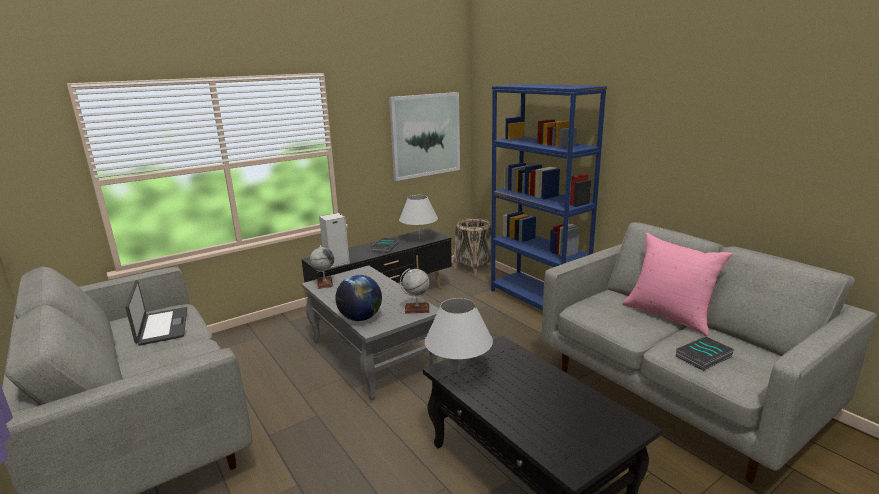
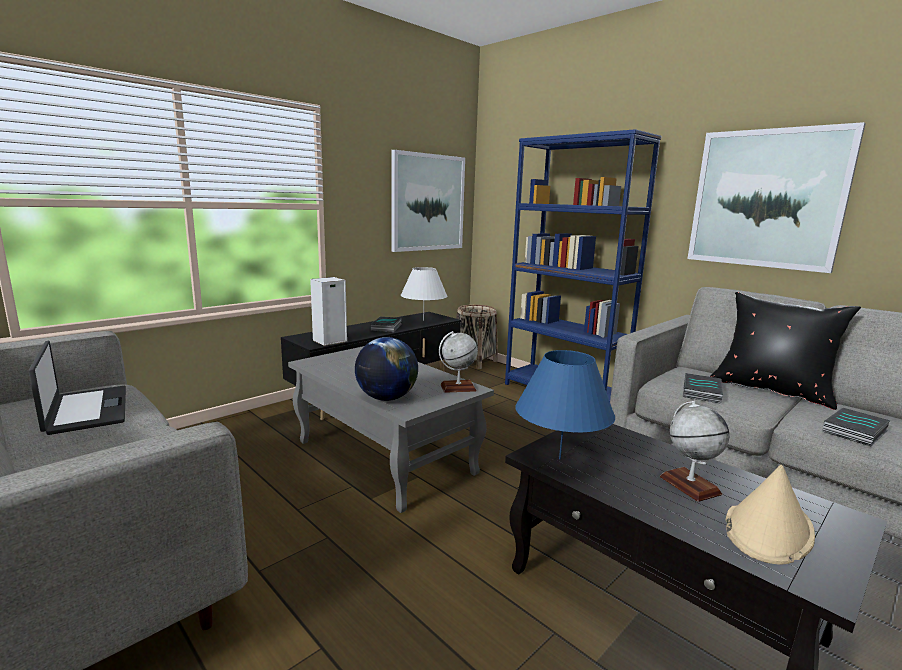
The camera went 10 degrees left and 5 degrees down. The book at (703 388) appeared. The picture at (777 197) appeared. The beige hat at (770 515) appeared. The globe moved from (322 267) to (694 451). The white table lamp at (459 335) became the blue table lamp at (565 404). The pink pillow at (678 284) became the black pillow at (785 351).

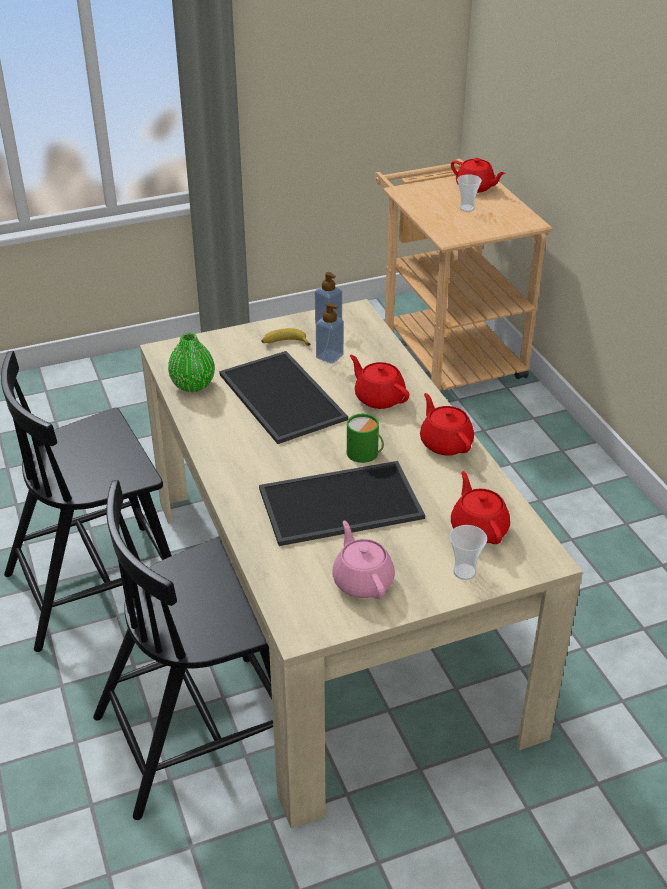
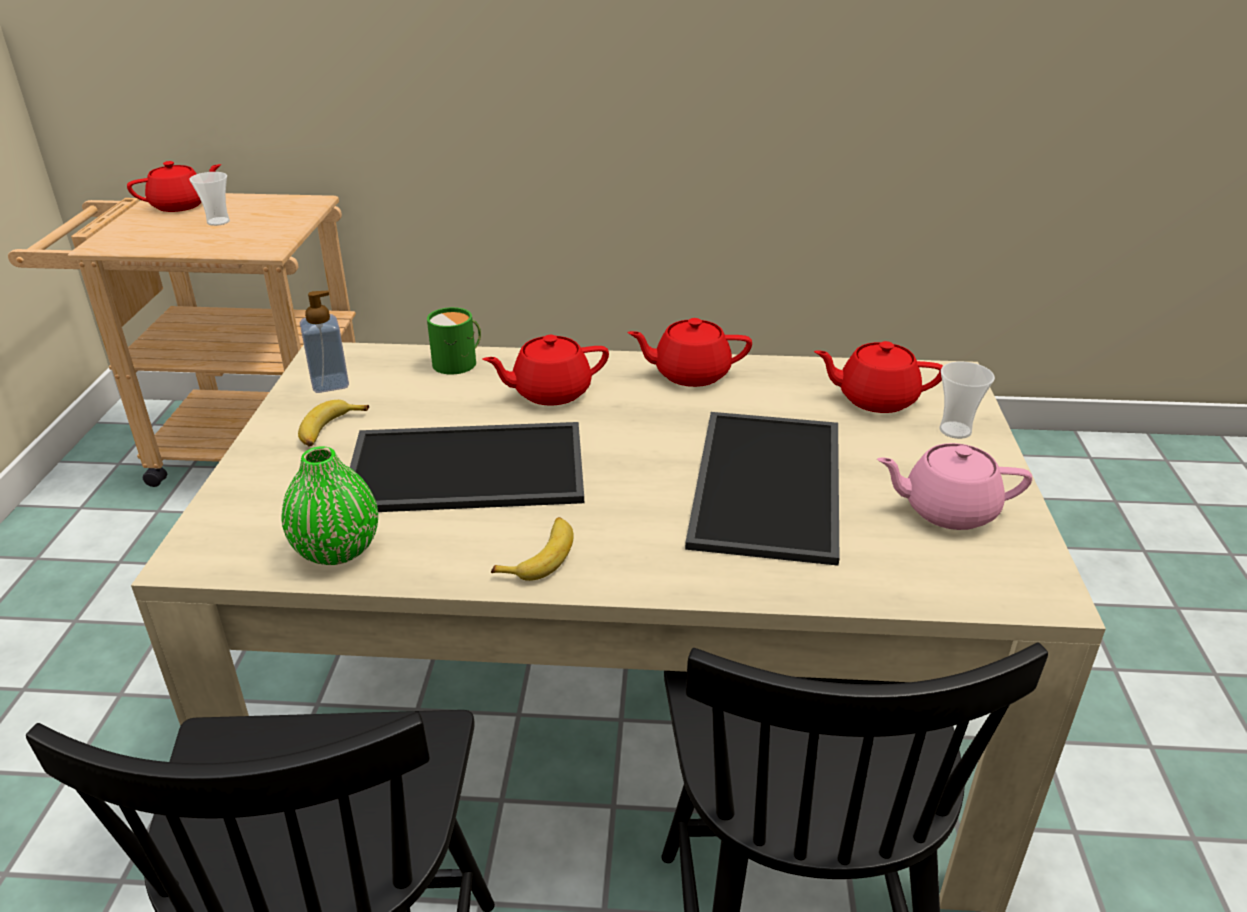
The camera went 65 degrees left and 5 degrees down. The soap dispenser at (330 333) disappeared. The banana at (532 549) appeared. The green mug moved from (365 438) to (454 341).

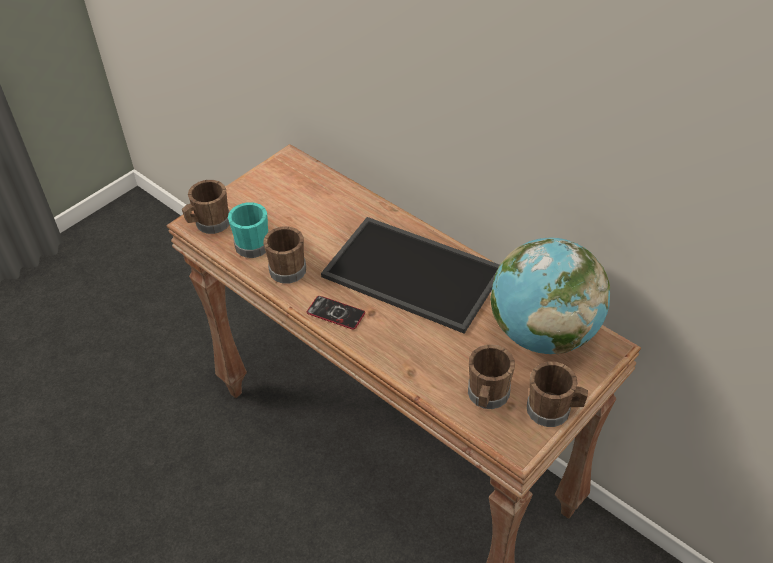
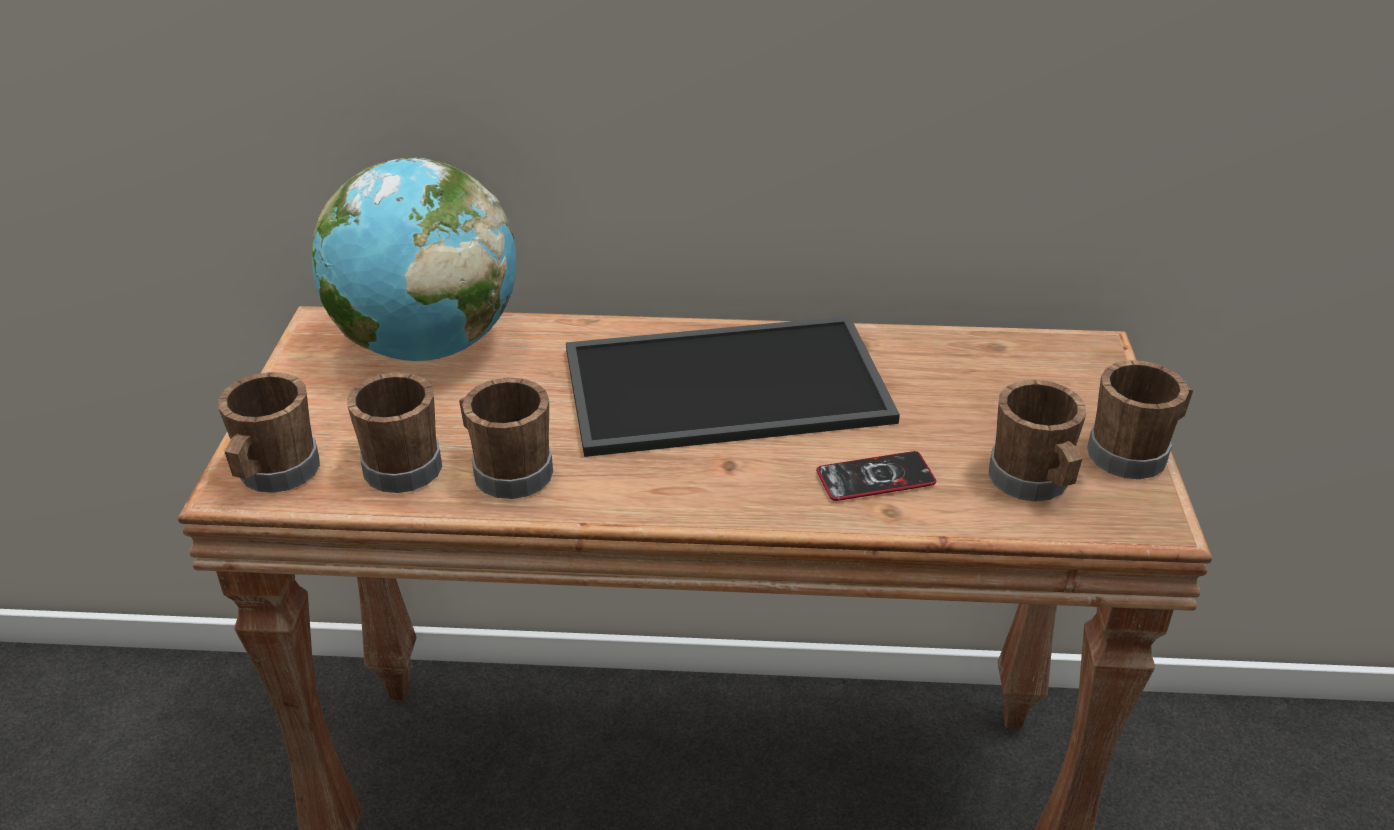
The camera went 40 degrees left and 10 degrees down. The phone moved from (336 313) to (876 476). The globe moved from (550 296) to (414 259). The turquoise mug at (248 230) became the brown mug at (394 432).

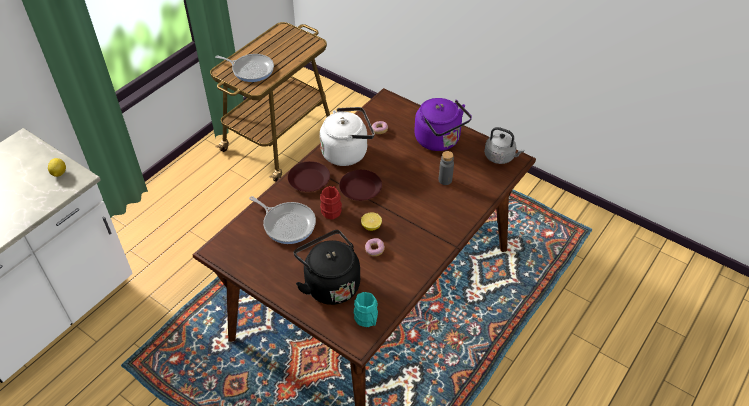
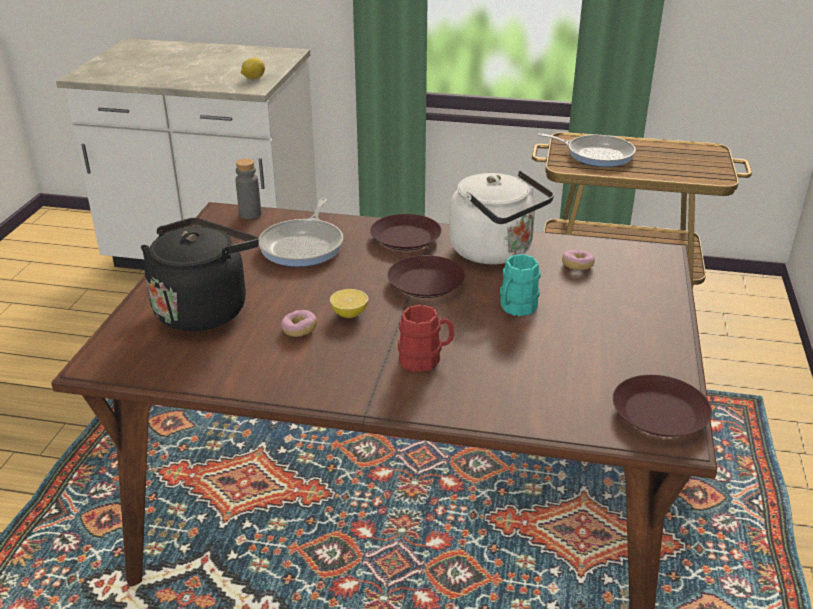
The camera went 65 degrees right and 15 degrees down. The purple kettle at (443 124) disappeared. The red mug moved from (331 203) to (426 338). The turquoise mug moved from (366 309) to (520 285). The grey bottle moved from (446 168) to (248 189). The grey kettle at (504 145) was replaced by the brown plate at (662 406). The frying pan at (244 68) turned 60 degrees counterclockwise.

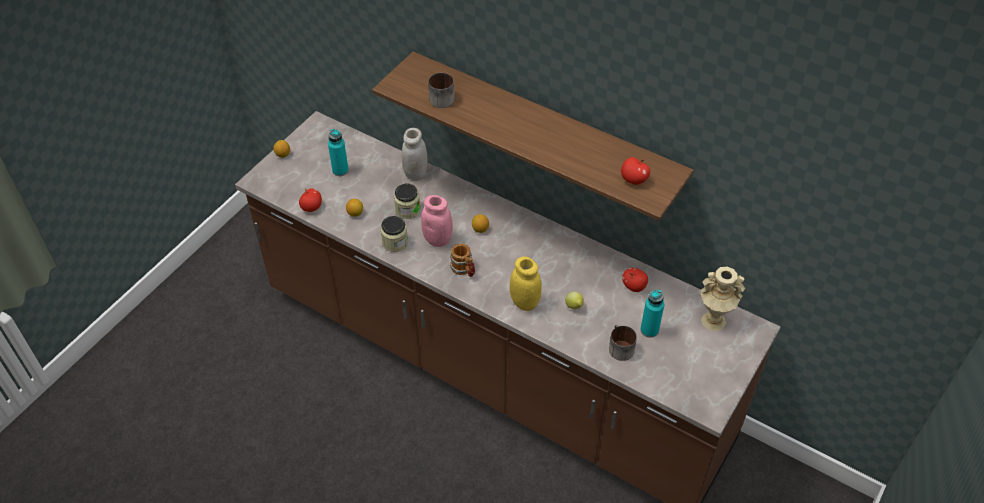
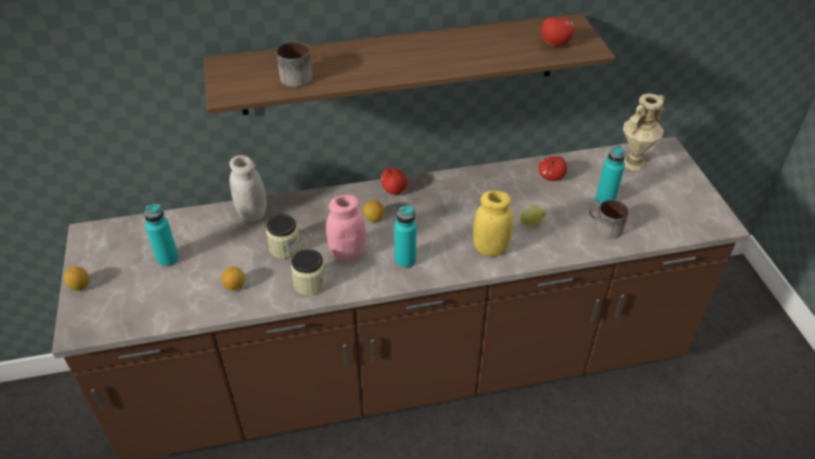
The camera went 45 degrees left and 5 degrees down. The apple moved from (310 200) to (394 181). The mug at (462 260) was replaced by the turquoise bottle at (405 237).

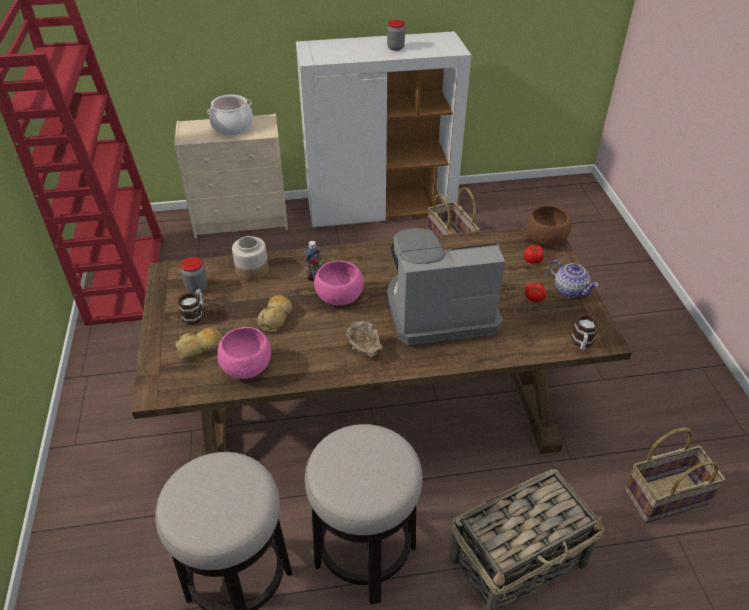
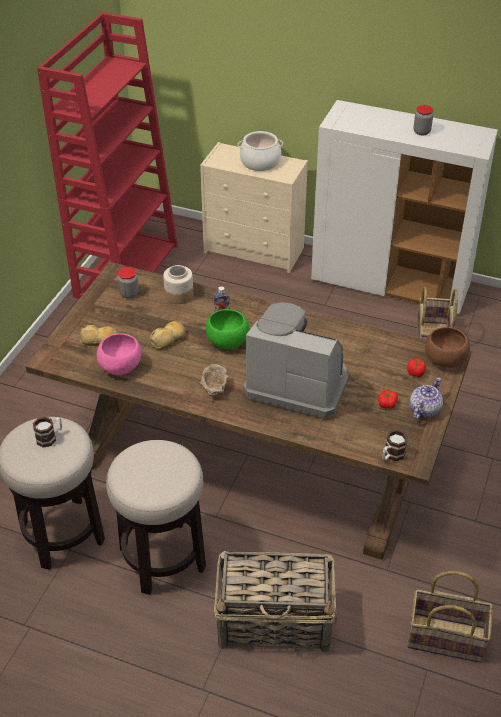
The camera went 30 degrees right and 0 degrees up. The mug moved from (190 307) to (47 432). The pink bowl at (339 282) became the green bowl at (227 329). The teapot at (574 279) turned 135 degrees counterclockwise.

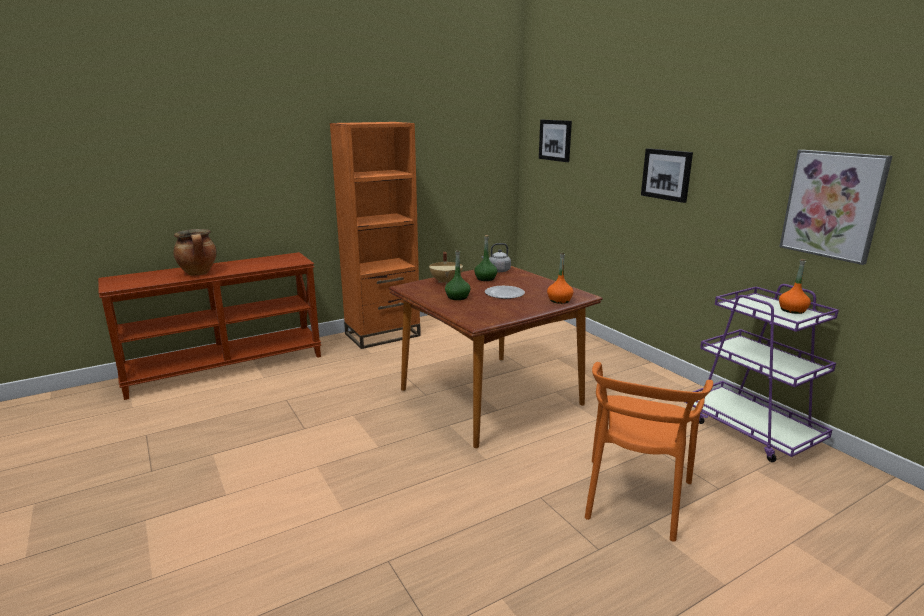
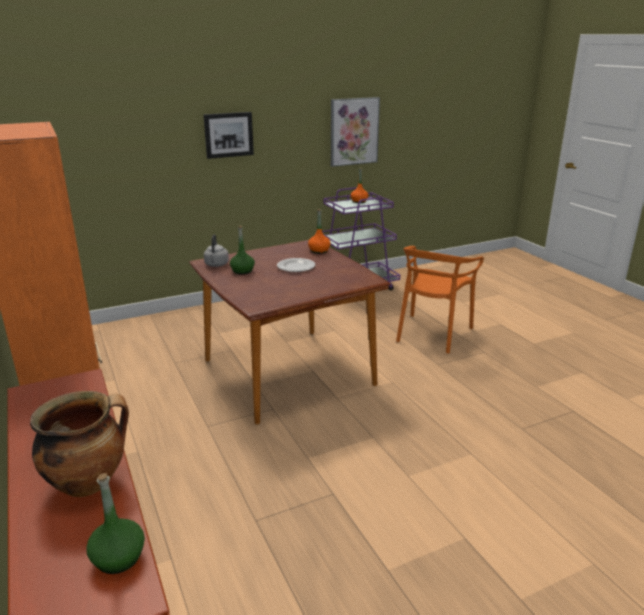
The camera went 85 degrees left and 5 degrees up. The beige cooking pot at (446 268) disappeared. The picture at (555 141) disappeared. The green bottle moved from (457 275) to (115 523). The orange chair at (649 452) turned 90 degrees clockwise.

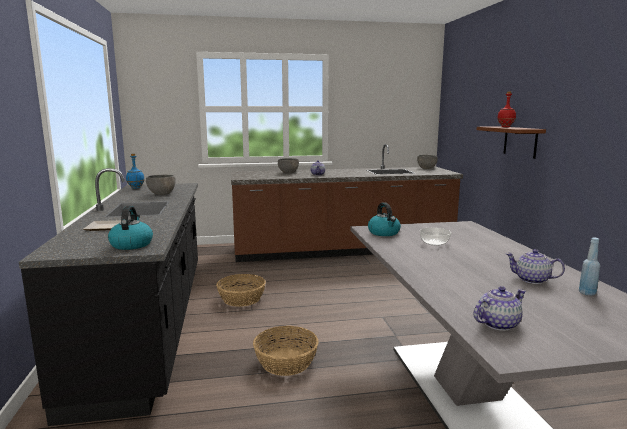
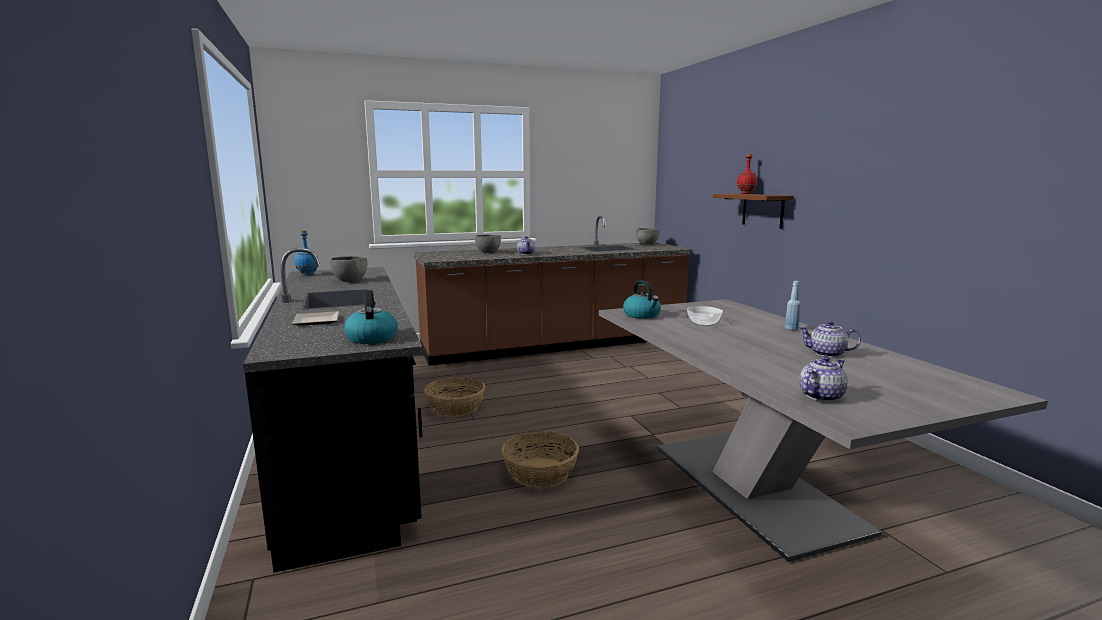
The camera went 10 degrees left and 0 degrees up. The blue bottle moved from (589 267) to (793 305).

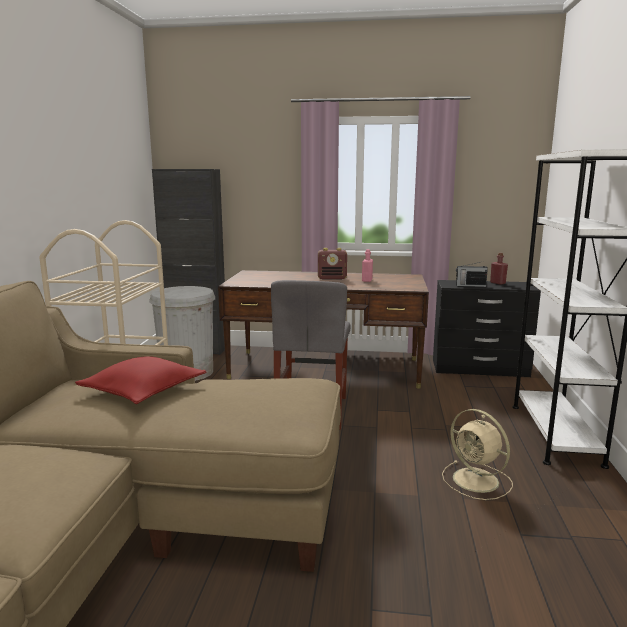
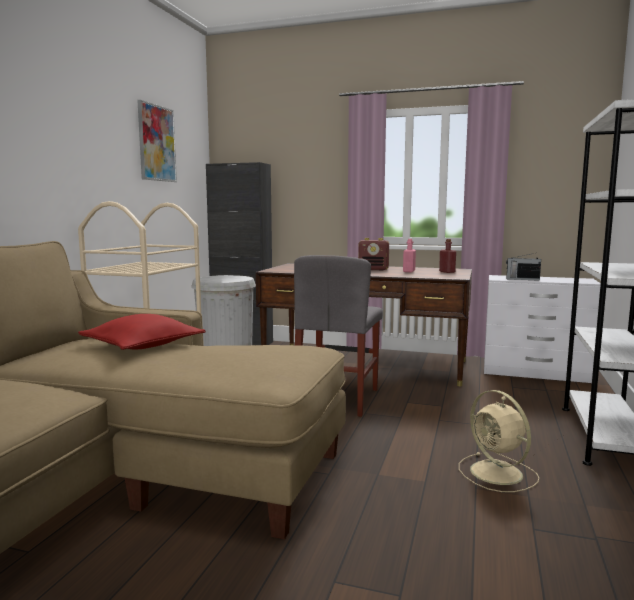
The camera went 10 degrees right and 5 degrees down. The picture at (157 141) appeared. The red bottle moved from (499 269) to (447 256). The black dresser at (487 328) became the white dresser at (542 329).

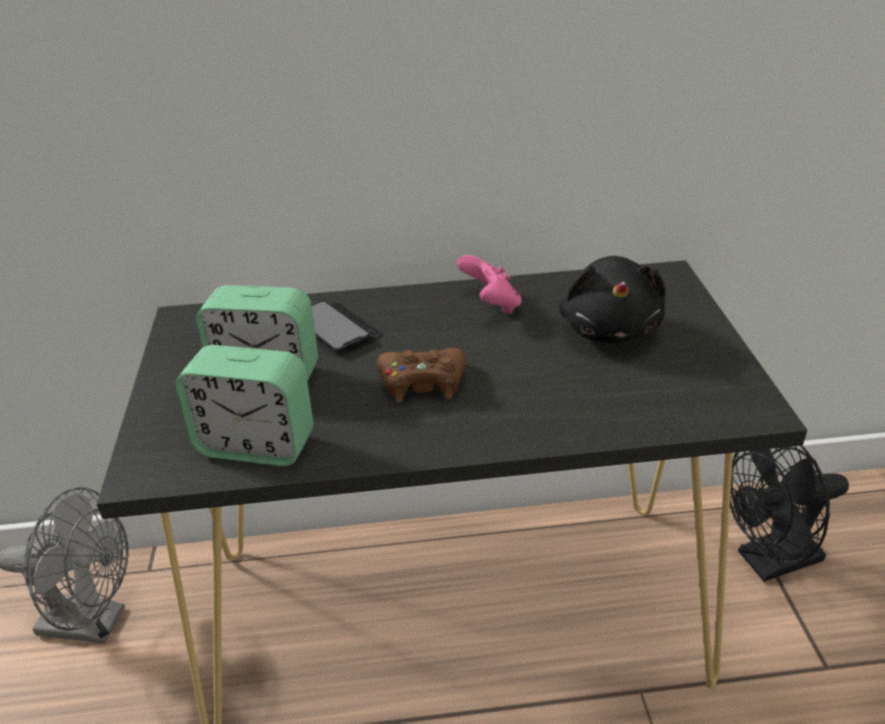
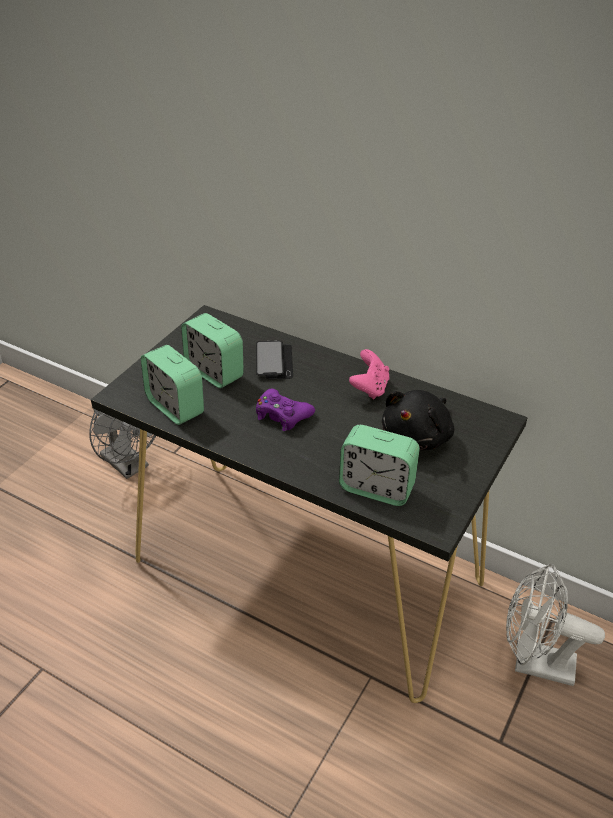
The camera went 35 degrees right and 5 degrees up. The alarm clock at (379 465) appeared. The brown game controller at (421 375) became the purple game controller at (285 410). The black fan at (789 514) became the white fan at (555 625).

